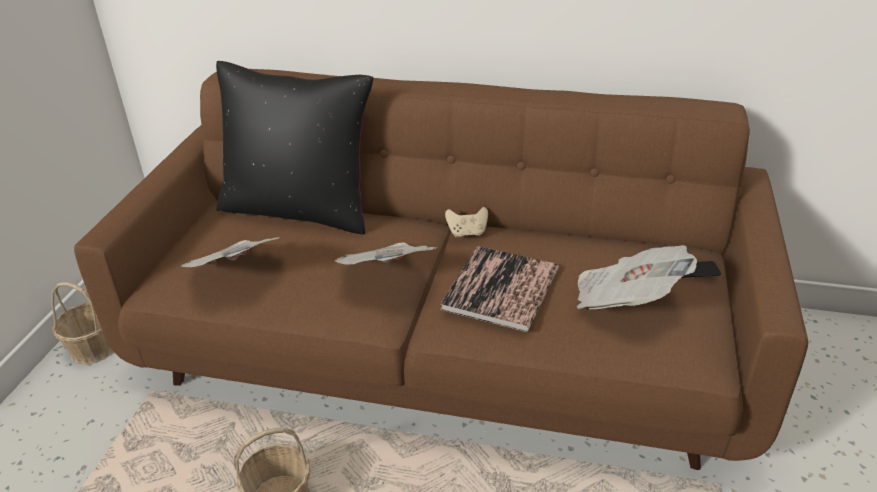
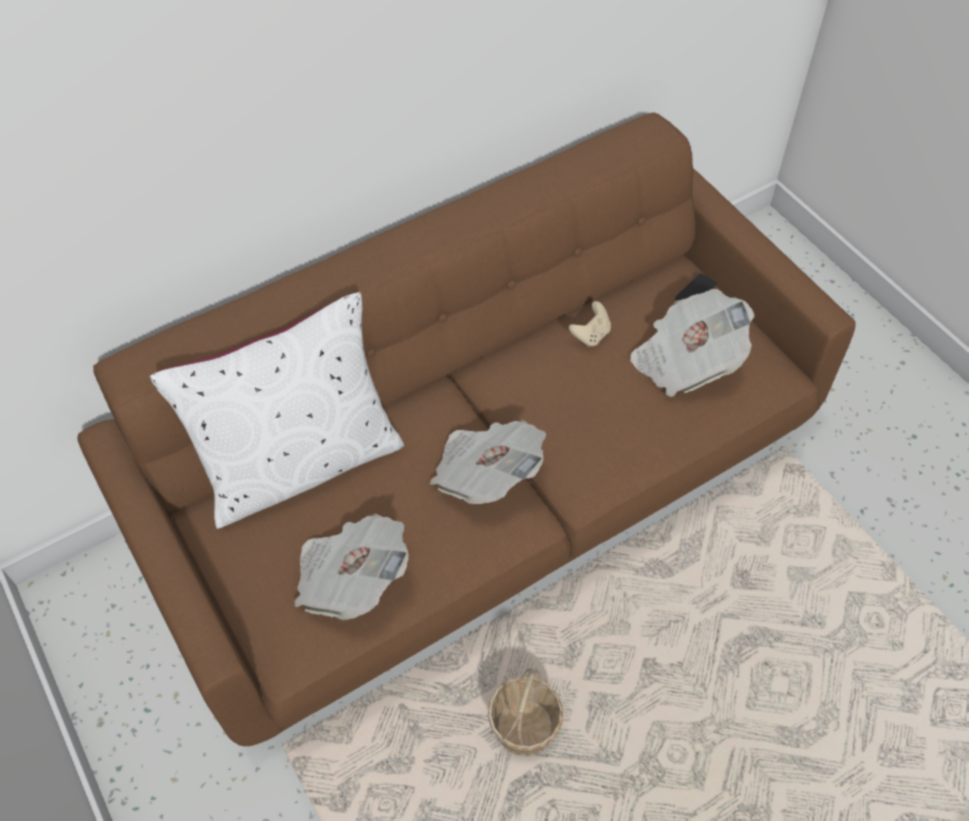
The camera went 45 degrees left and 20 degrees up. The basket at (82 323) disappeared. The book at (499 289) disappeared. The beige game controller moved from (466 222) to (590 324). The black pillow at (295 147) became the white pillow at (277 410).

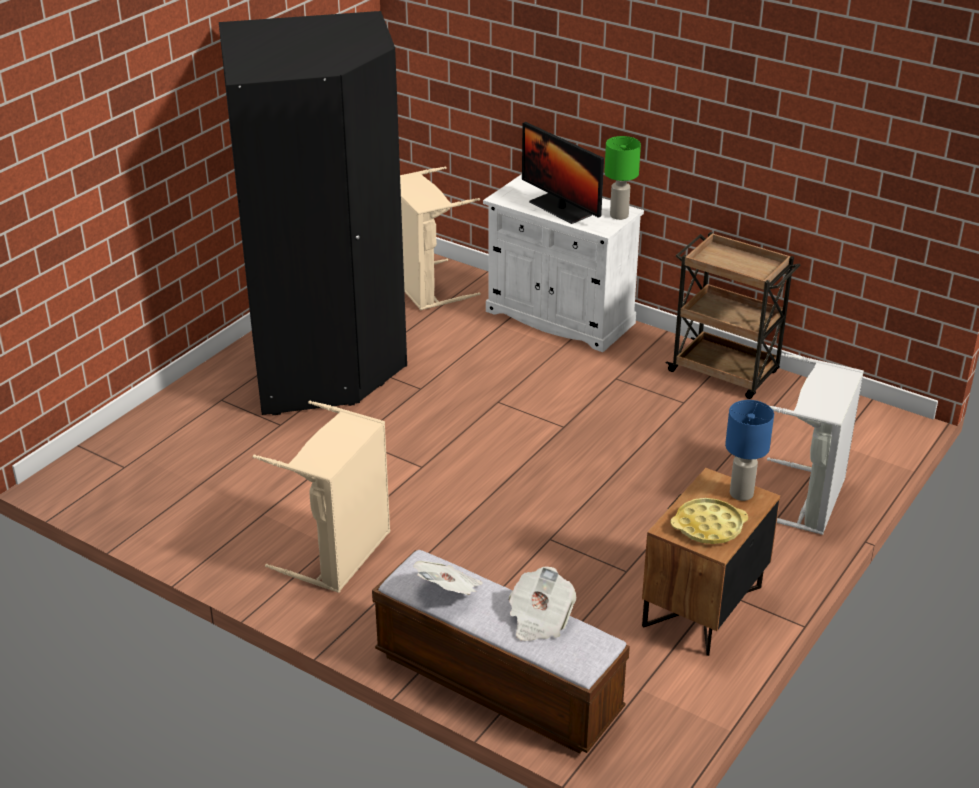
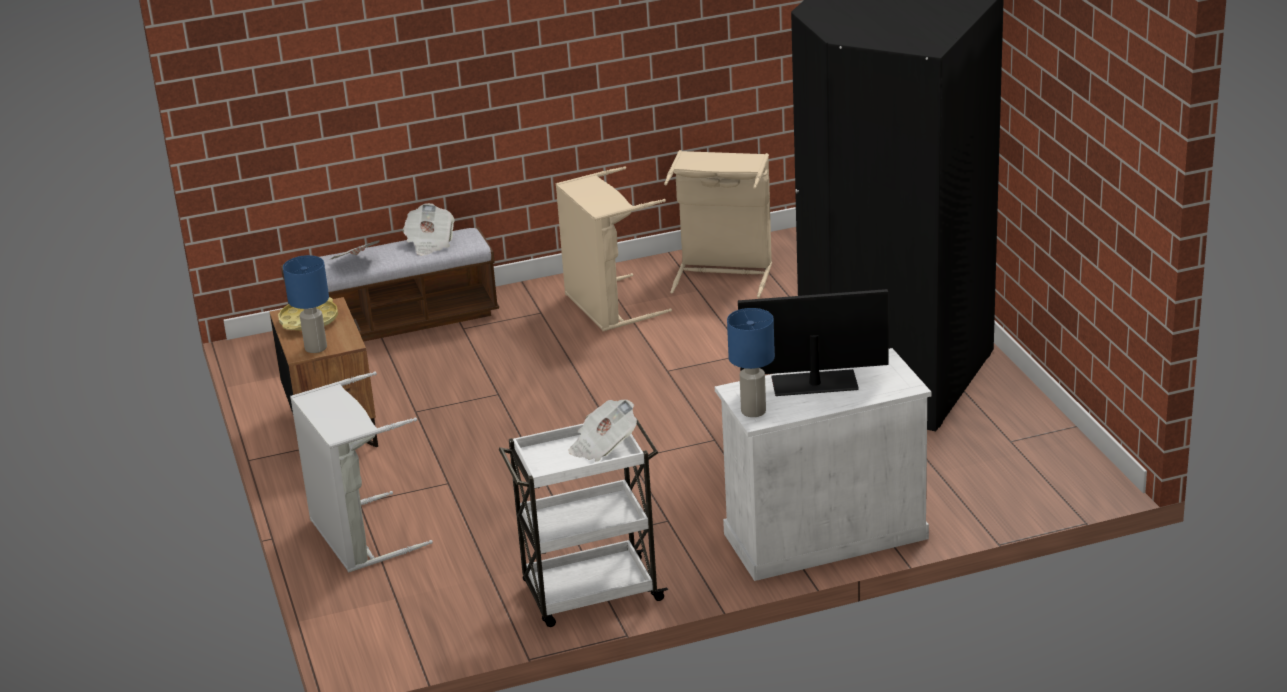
The camera went 130 degrees right and 5 degrees down. The newspaper at (602 431) appeared. The beige laundry basket moved from (440 238) to (718 224). The green table lamp at (622 178) became the blue table lamp at (751 362). The brown cart at (733 315) became the white cart at (583 522).

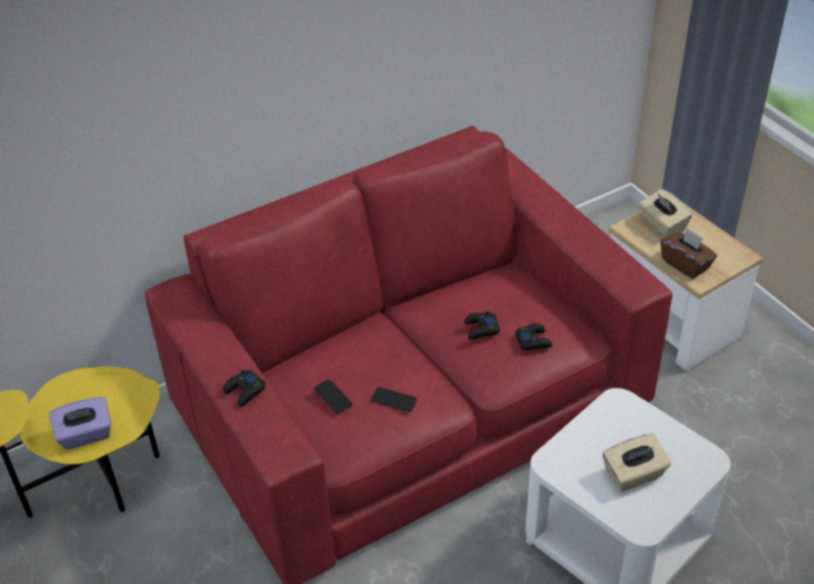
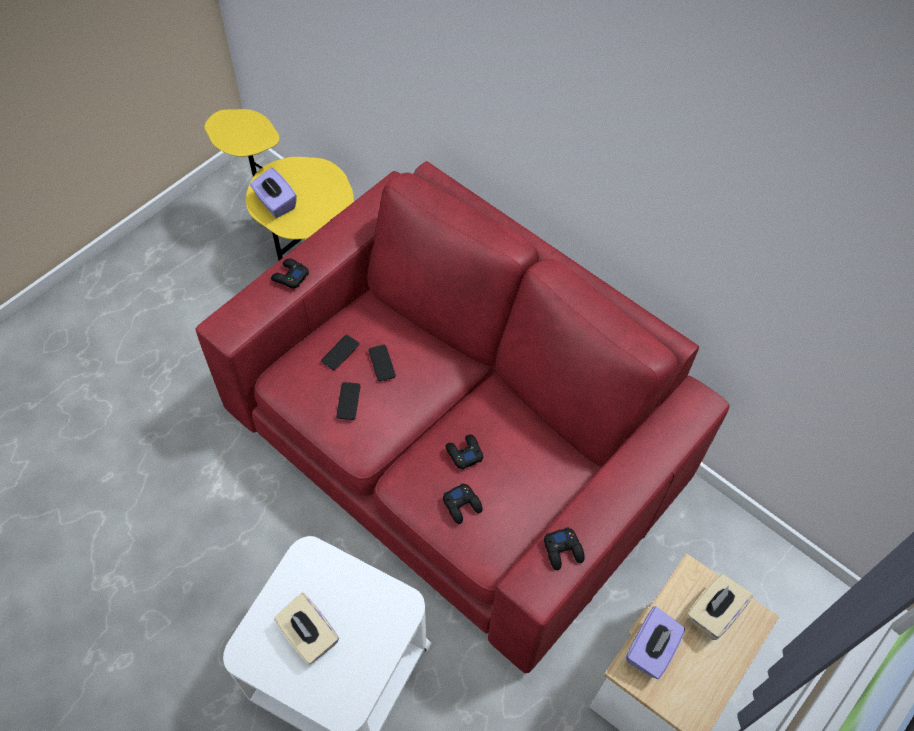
The camera went 70 degrees right and 15 degrees up. The phone at (382 363) appeared. The black game controller at (564 548) appeared. The brown tissue box at (688 253) became the purple tissue box at (655 642).

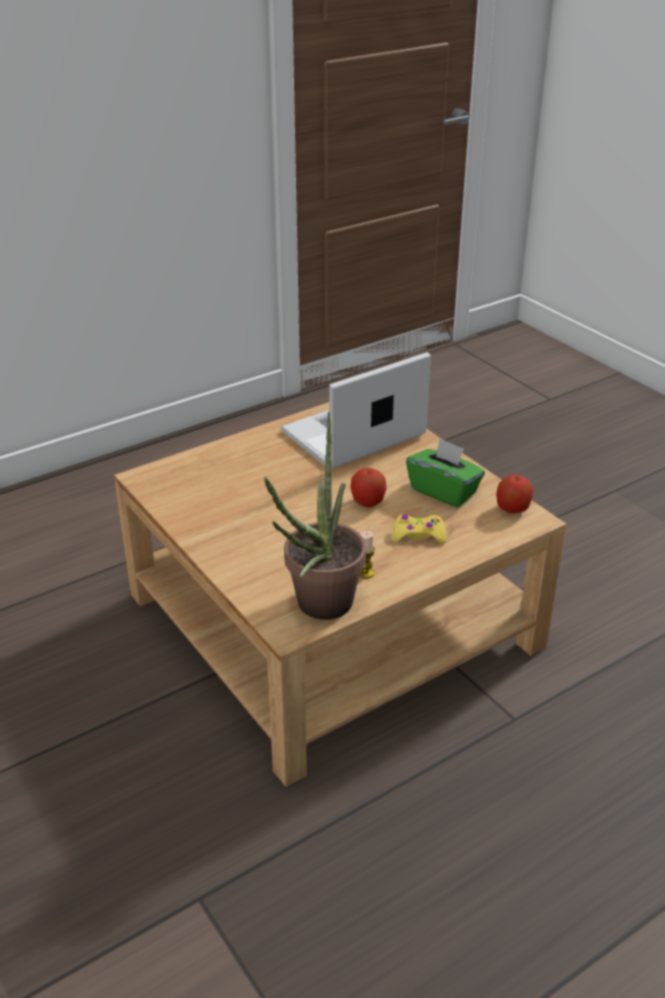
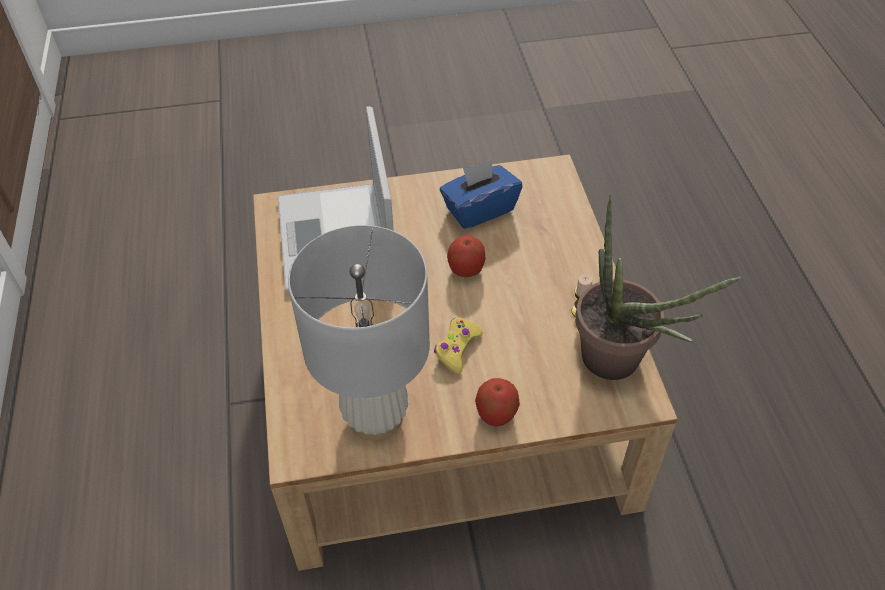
The camera went 65 degrees left and 15 degrees up. The white table lamp at (359 333) appeared. The yellow game controller moved from (419 529) to (458 345). The apple moved from (514 493) to (497 402). The green tissue box at (445 472) became the blue tissue box at (481 194).

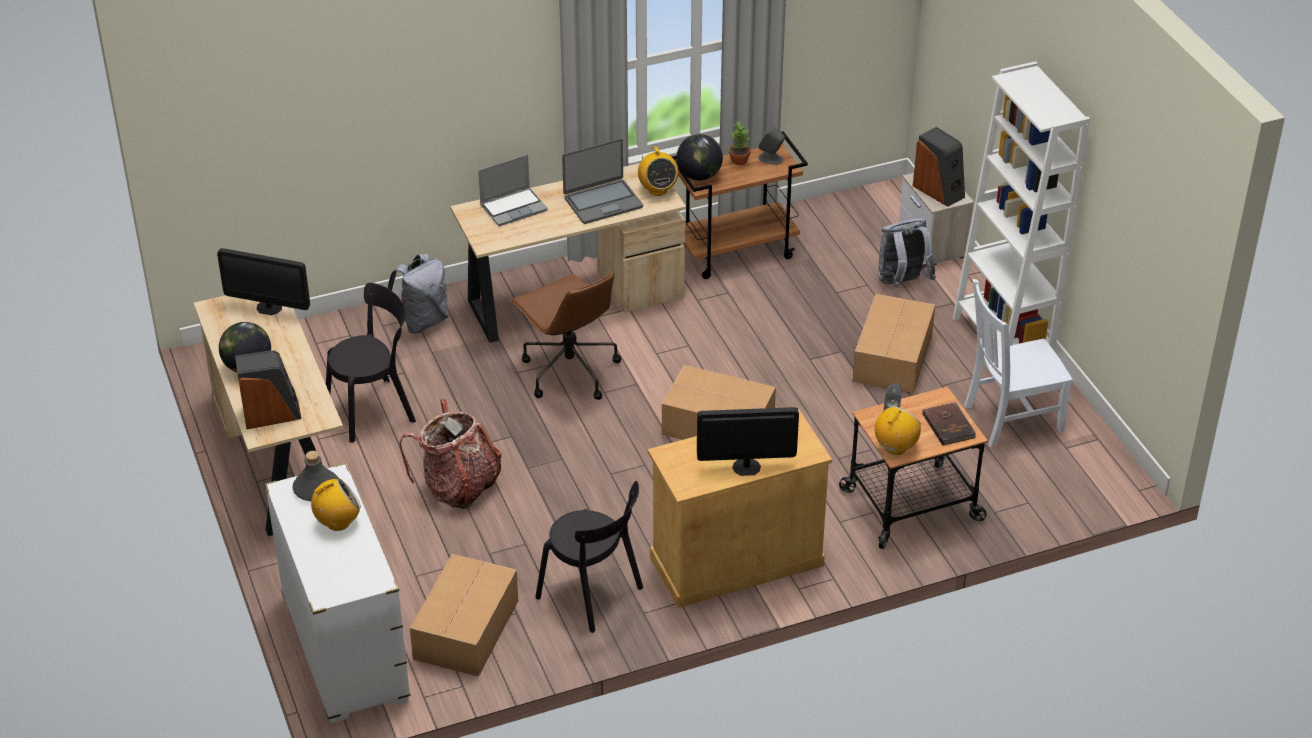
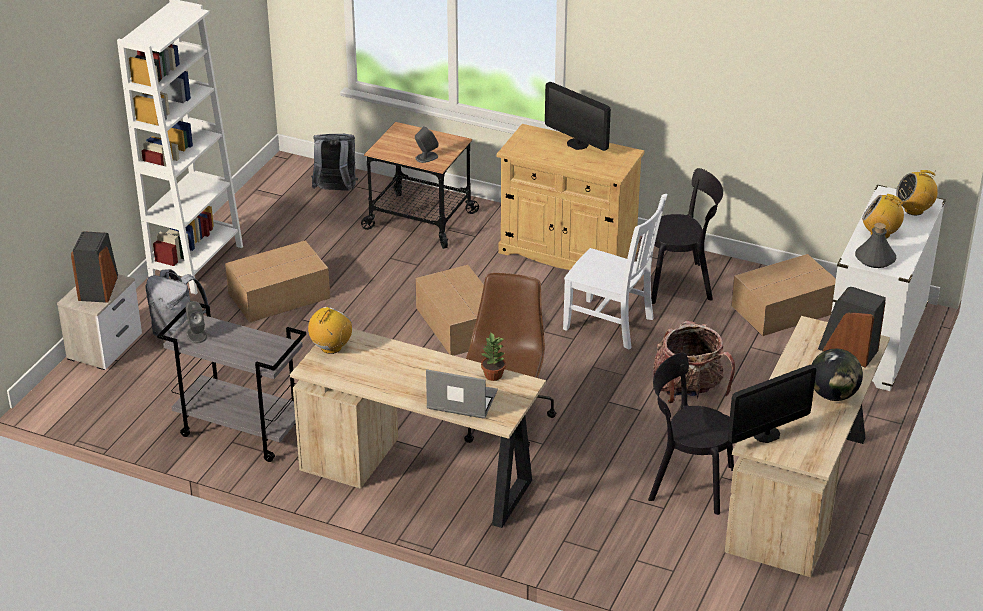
The camera went 135 degrees left and 5 degrees down. The laptop at (602 181) disappeared. The globe at (700 157) disappeared. The brown book at (949 424) disappeared. The grey backpack moved from (418 294) to (334 162). The potted plant moved from (740 143) to (493 357). The radio moved from (898 430) to (917 192). The white chair moved from (1018 363) to (615 271). The brown cart at (740 205) became the grey cart at (231 382). The monitor at (263 281) turned 90 degrees clockwise. The black chair at (589 557) turned 90 degrees clockwise.

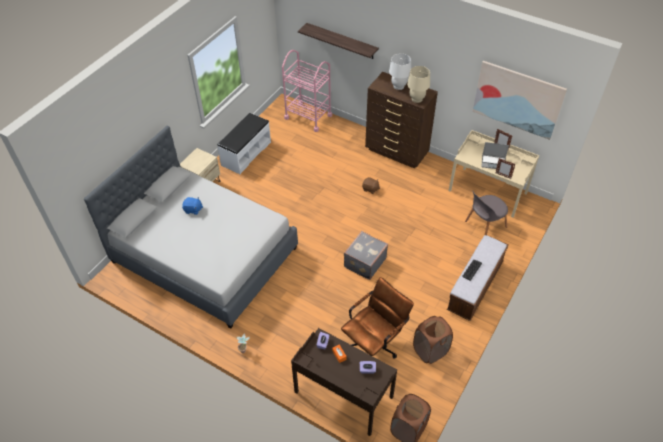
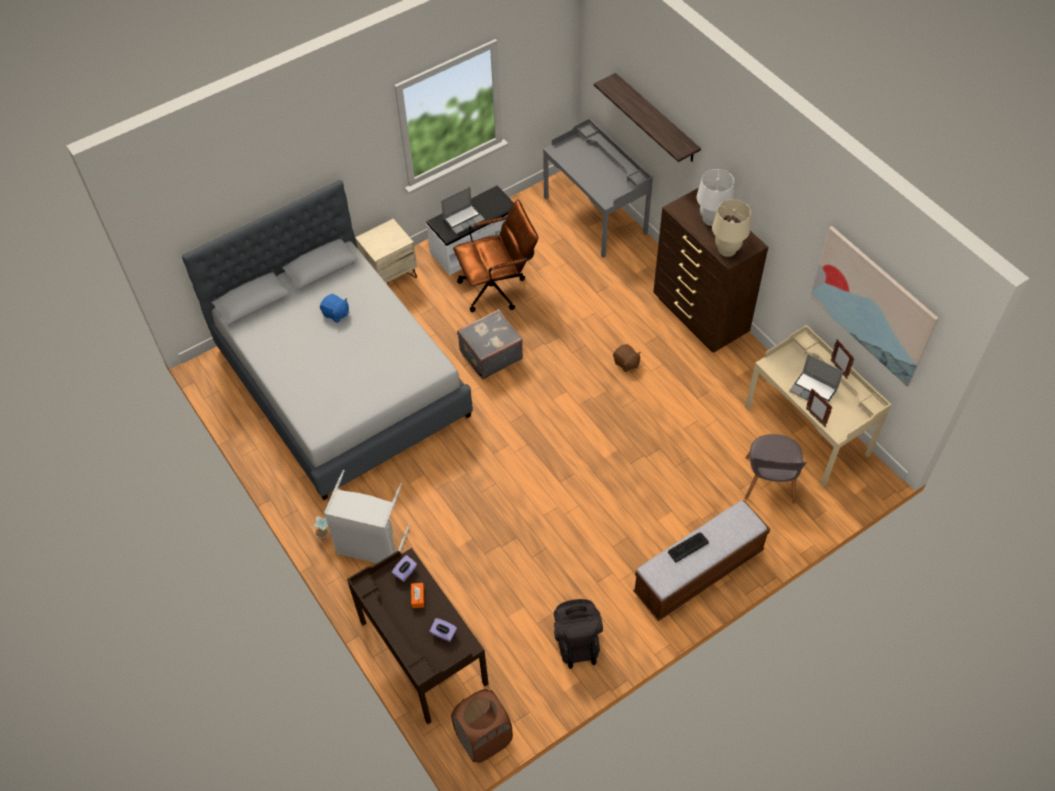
The camera went 25 degrees right and 5 degrees up. The grey laundry basket at (367 516) appeared. The laptop at (463 210) appeared. The brown office chair moved from (377 318) to (496 255). The grey suitcase moved from (366 255) to (490 344). The pink cart at (307 91) was replaced by the grey desk at (598 188). The brown laundry basket at (433 340) was replaced by the black backpack at (578 634). The grey chair at (486 213) turned 75 degrees counterclockwise.

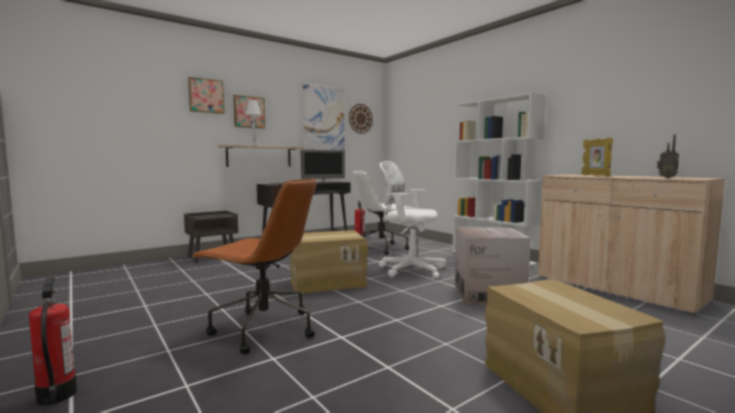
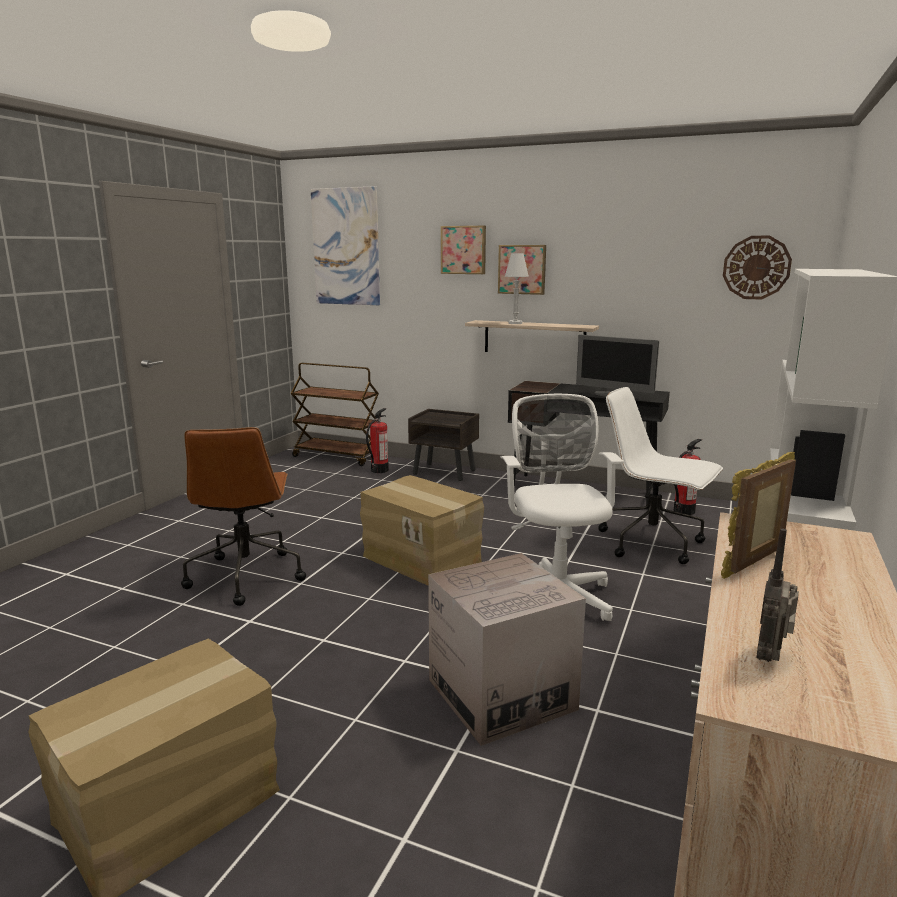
The camera went 60 degrees right and 10 degrees up. The brown cart at (334 414) appeared. The fire extinguisher moved from (53 341) to (377 440). The picture moved from (323 116) to (345 245).

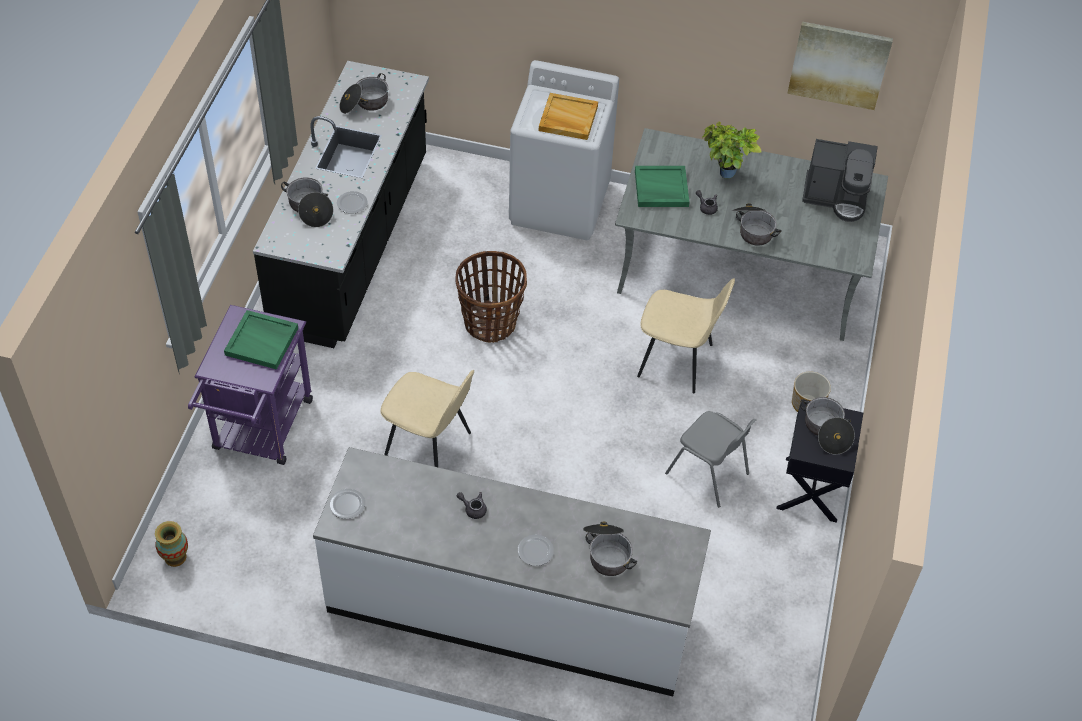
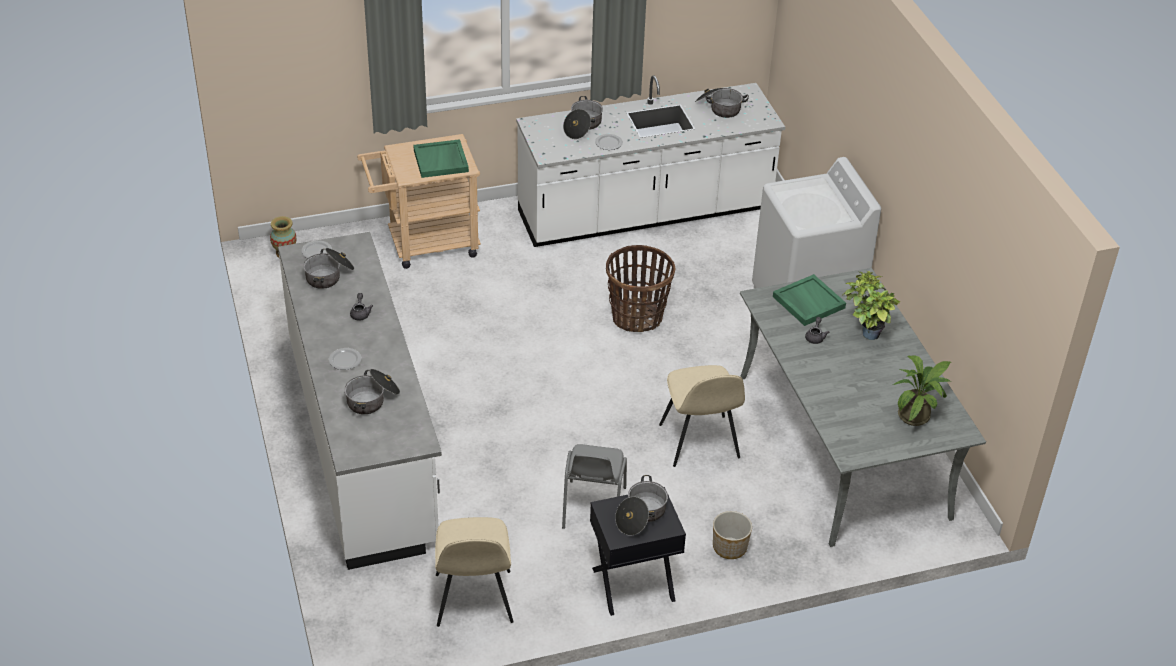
The camera went 60 degrees right and 10 degrees down. The beige tray at (568 116) disappeared. The picture at (840 66) disappeared. The beige chair moved from (427 418) to (474 572). The cooking pot moved from (756 225) to (328 268). The coffee machine at (840 180) was replaced by the potted plant at (922 390). The purple cart at (250 385) became the beige cart at (419 201). The black counter at (341 204) became the white counter at (650 161).

